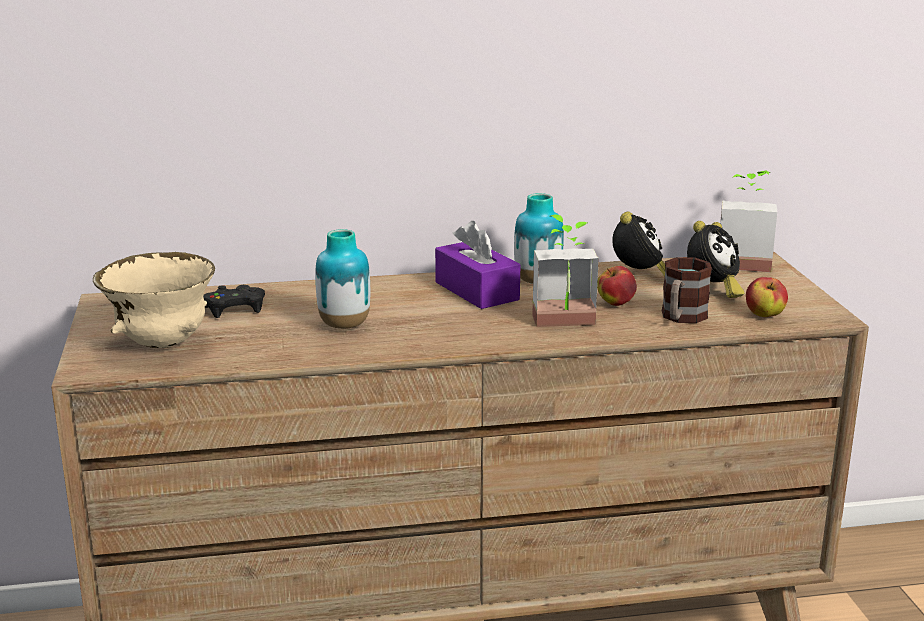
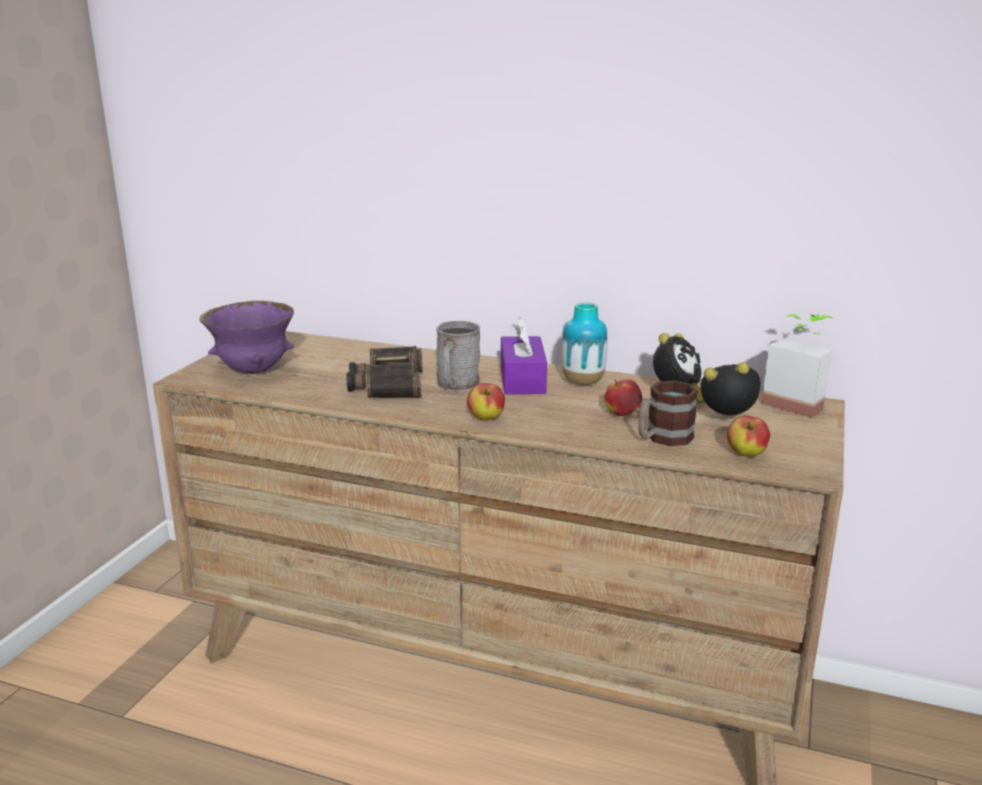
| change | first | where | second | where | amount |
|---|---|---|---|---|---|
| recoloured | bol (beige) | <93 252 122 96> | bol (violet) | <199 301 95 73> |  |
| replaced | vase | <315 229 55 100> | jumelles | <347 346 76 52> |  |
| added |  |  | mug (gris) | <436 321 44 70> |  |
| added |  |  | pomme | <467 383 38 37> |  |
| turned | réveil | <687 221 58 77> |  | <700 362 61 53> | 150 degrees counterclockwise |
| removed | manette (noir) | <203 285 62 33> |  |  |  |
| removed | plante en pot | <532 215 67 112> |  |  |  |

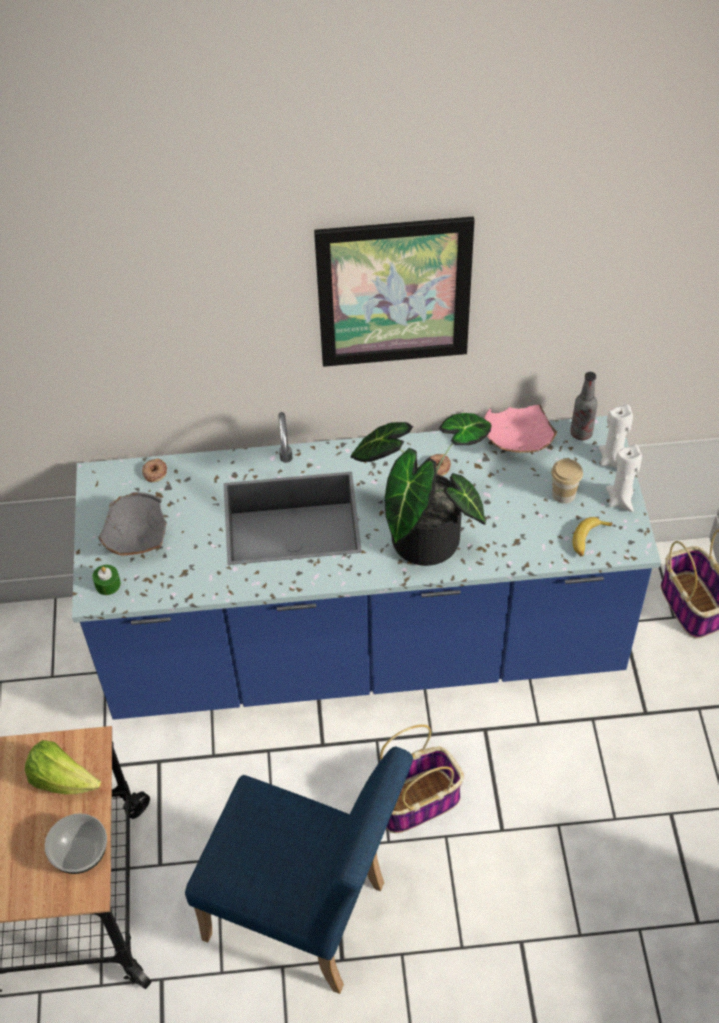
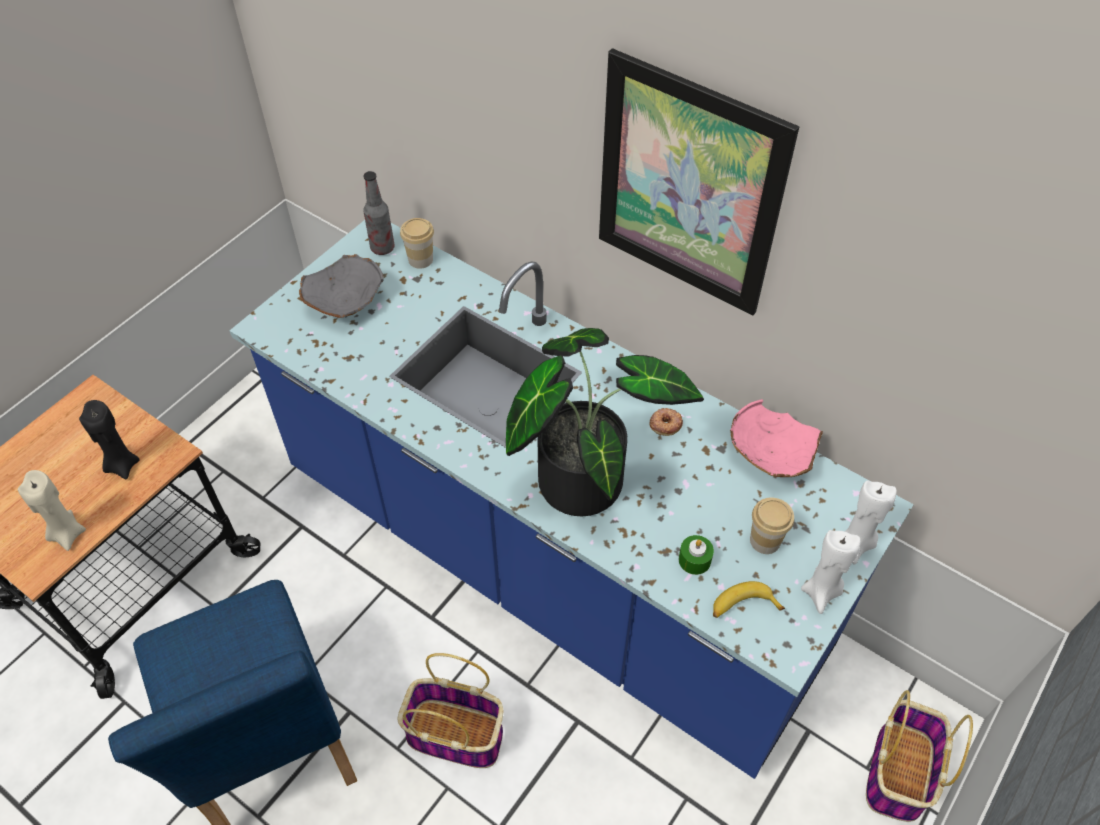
| change | first | where | second | where | amount |
|---|---|---|---|---|---|
| replaced | bol | <45 814 62 60> | bougie (beige) | <18 470 68 81> |  |
| replaced | laitue | <25 740 76 54> | bougie (noir) | <79 400 61 79> |  |
| moved | bouteille | <570 372 28 68> |  | <363 171 32 84> |  |
| replaced | beignet | <142 459 25 23> | tasse | <400 218 34 51> |  |
| moved | bougie (vert) | <92 565 29 30> |  | <679 535 35 40> |  |

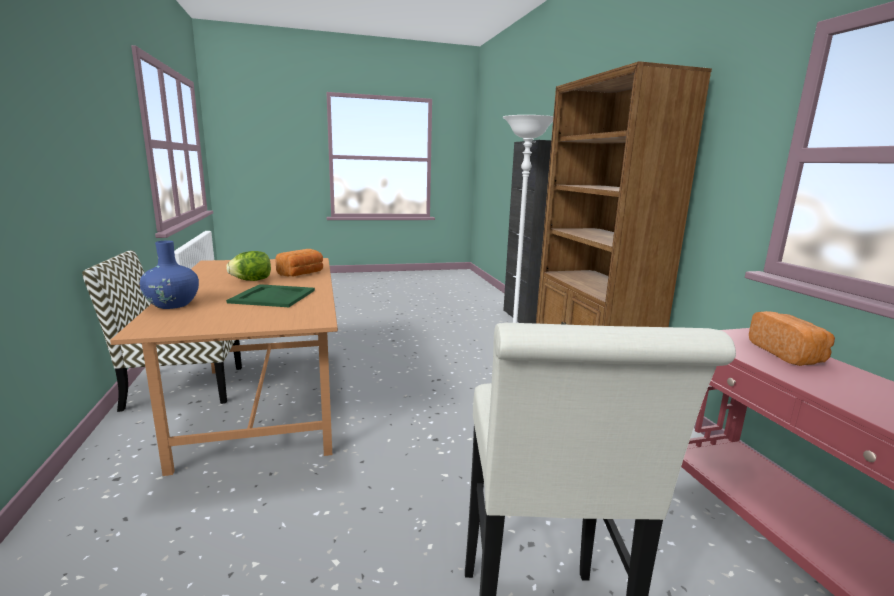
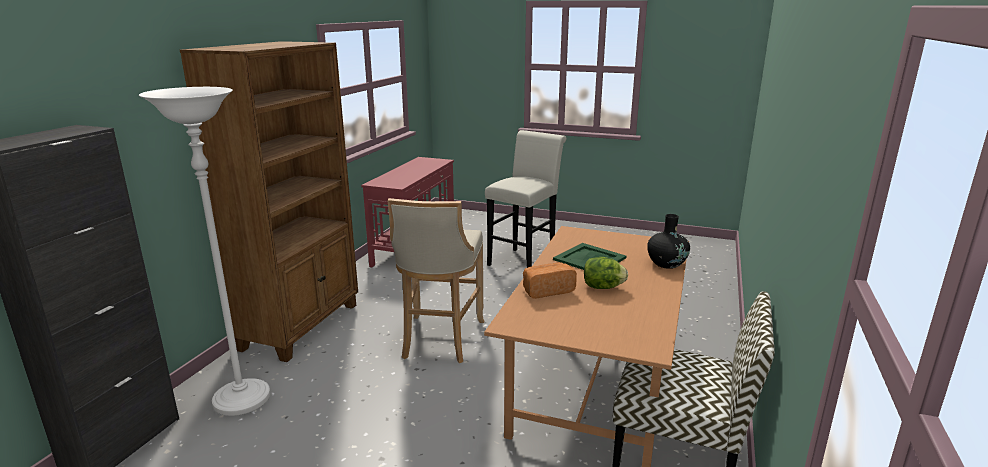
| change | first | where | second | where | amount |
|---|---|---|---|---|---|
| added |  |  | tabouret (beige) | <387 198 97 165> |  |
| recoloured | vase (bleu) | <139 241 60 68> | vase (noir) | <647 214 43 55> |  |
| removed | pain | <749 311 86 55> |  |  |  |

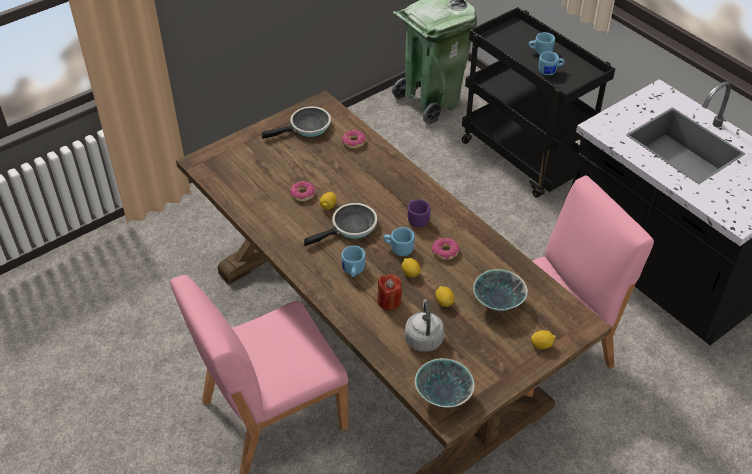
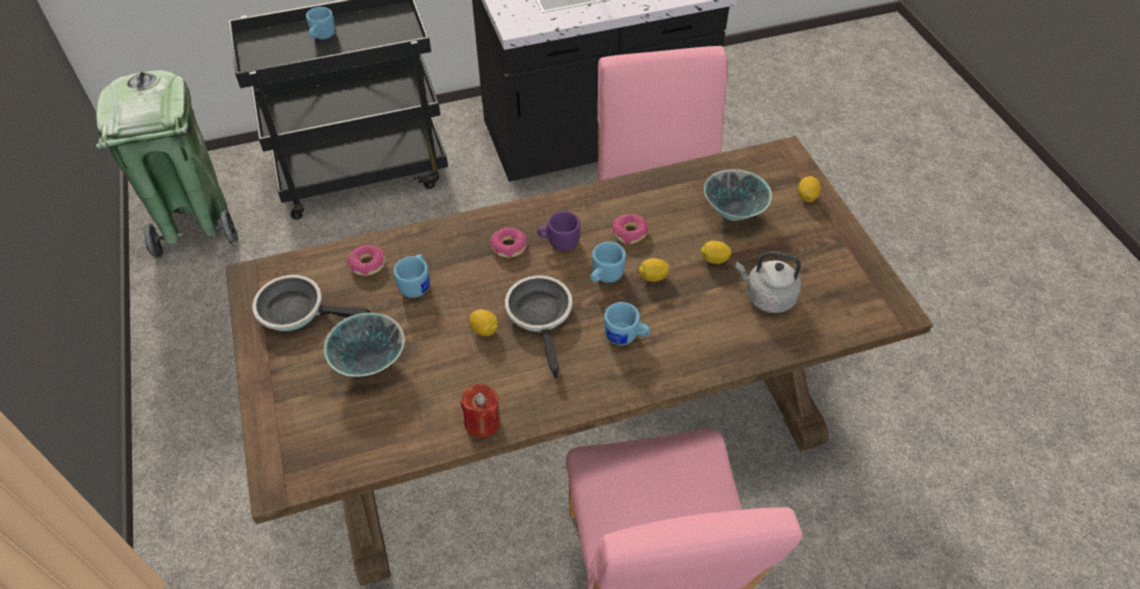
| change | first | where | second | where | amount |
|---|---|---|---|---|---|
| turned | poêle | <262 107 69 32> |  | <252 275 118 56> | 75 degrees counterclockwise |
| moved | bol | <415 358 59 50> |  | <324 313 81 64> |  |
| moved | mug (bleu) | <538 51 27 24> |  | <394 255 36 43> |  |
| moved | bougie (rouge) | <377 274 25 36> |  | <460 383 40 55> |  |
| moved | beignet | <291 181 24 20> |  | <490 227 36 31> |  |

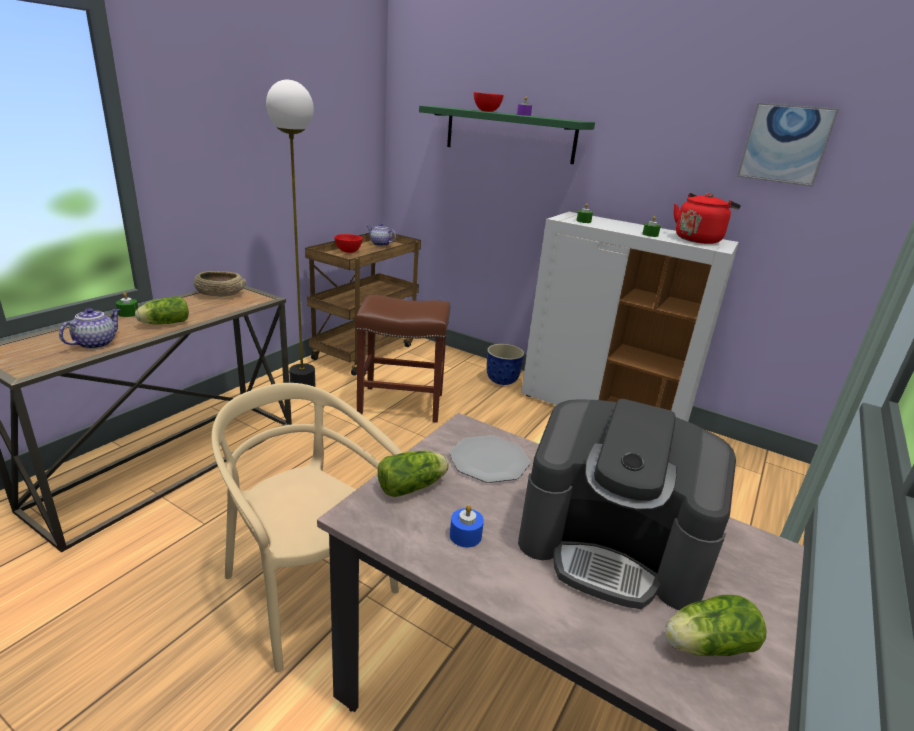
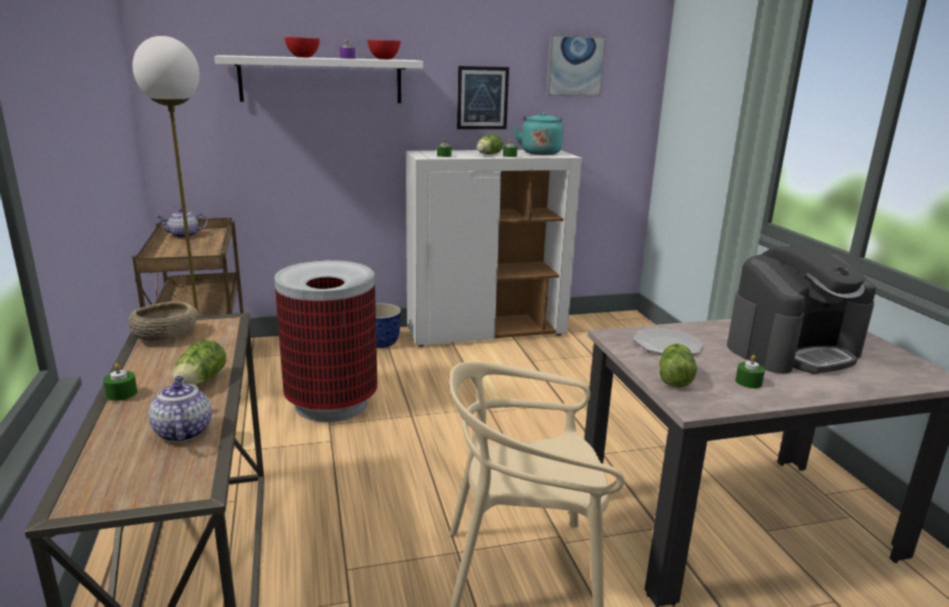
| change | first | where | second | where | amount |
|---|---|---|---|---|---|
| recoloured | étagère (vert) | <419 106 176 58> | étagère (blanc) | <214 55 209 48> |  |
| replaced | tabouret (marron) | <355 295 95 128> | poubelle | <274 260 103 162> |  |
| moved | bol (rouge) | <334 234 29 19> |  | <367 40 34 19> |  |
| added |  |  | tableau | <457 66 52 63> |  |
| moved | laitue | <665 595 102 61> |  | <477 134 26 20> |  |
| recoloured | bouilloire (rouge) | <674 193 67 51> | bouilloire (turquoise) | <513 112 50 43> |  |
| recoloured | bougie (bleu) | <450 505 34 43> | bougie (vert) | <735 355 30 33> |  |

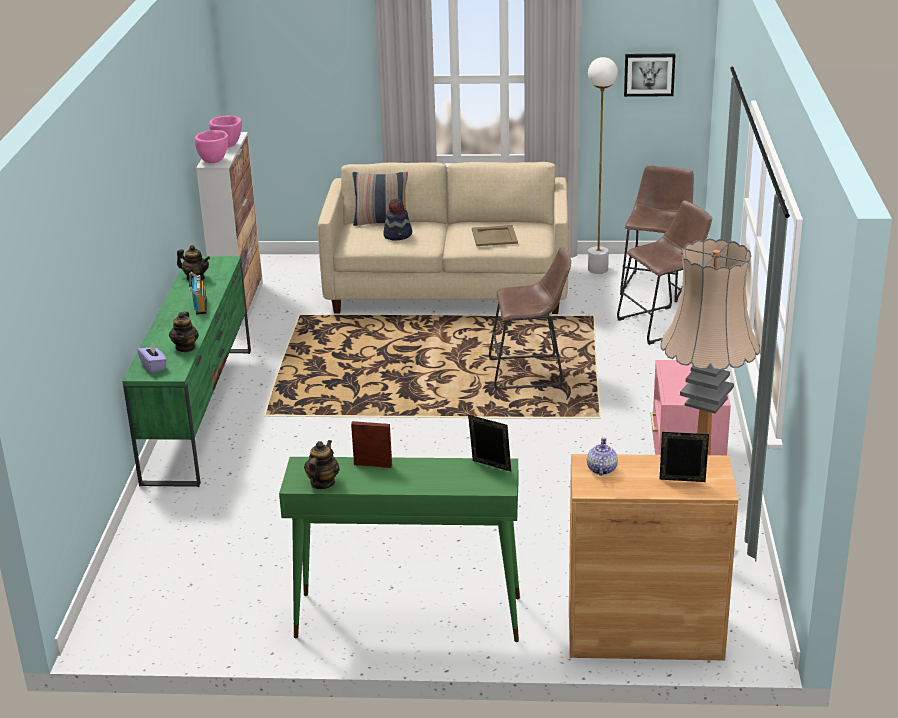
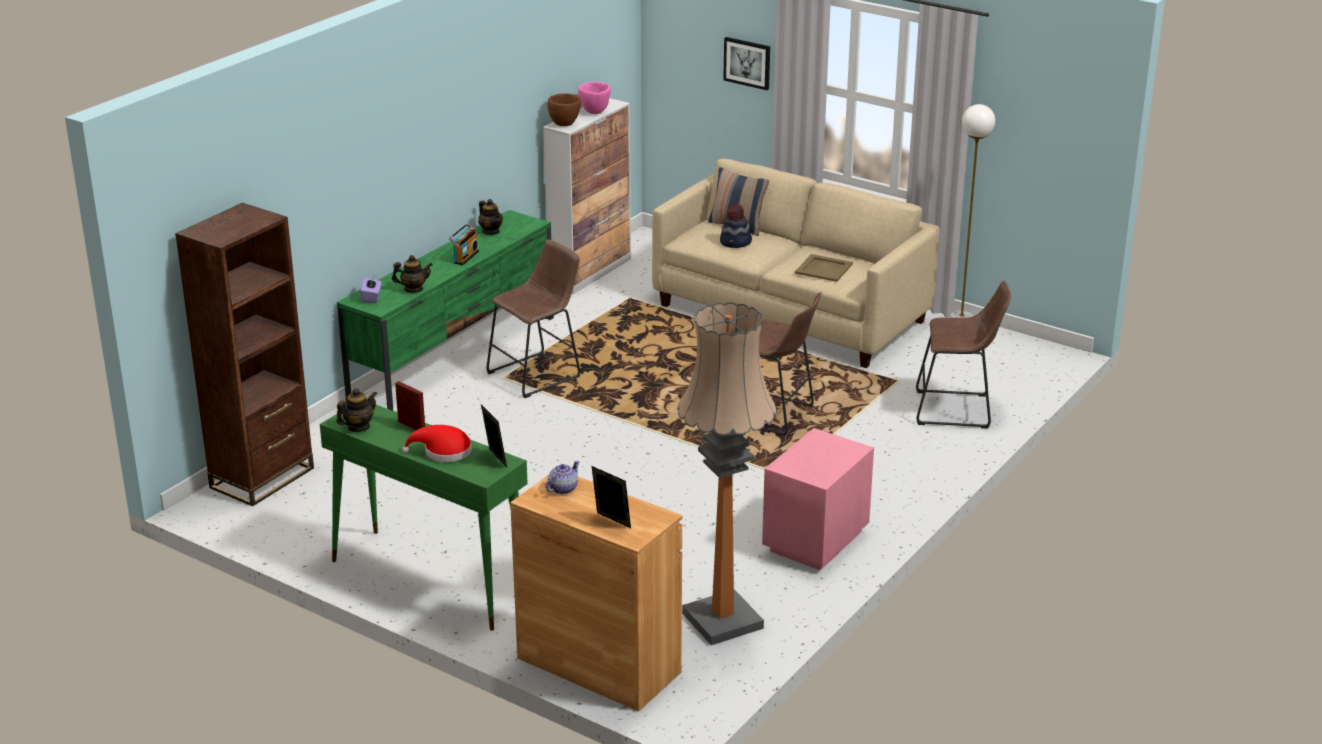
| change | first | where | second | where | amount |
|---|---|---|---|---|---|
| added |  |  | bibliothèque (marron) | <175 203 139 303> |  |
| turned | théière | <169 311 30 41> |  | <392 255 41 38> | 135 degrees counterclockwise |
| added |  |  | chapeau (rouge) | <402 425 70 37> |  |
| moved | tabouret (marron) | <620 166 74 136> |  | <487 240 93 158> |  |
| recoloured | bol (rose) | <195 130 34 33> | bol (marron) | <548 93 33 33> |  |
| moved | tableau | <624 53 51 44> |  | <723 37 47 53> |  |

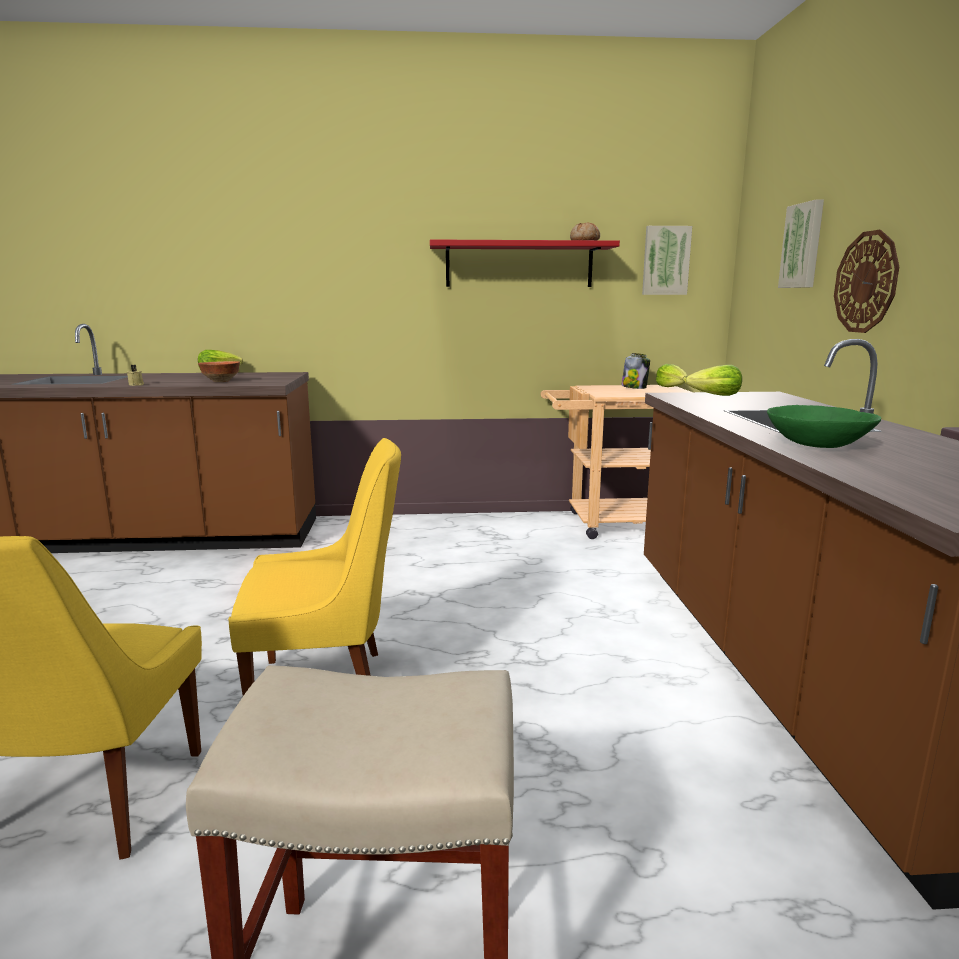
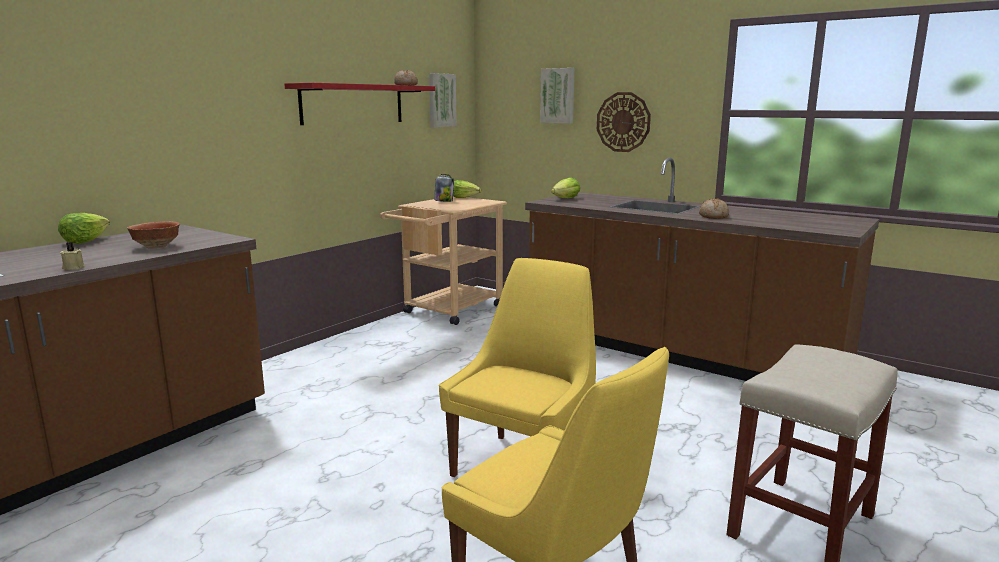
| change | first | where | second | where | amount |
|---|---|---|---|---|---|
| replaced | bol (vert) | <767 405 114 43> | pain | <699 198 30 21> |  |

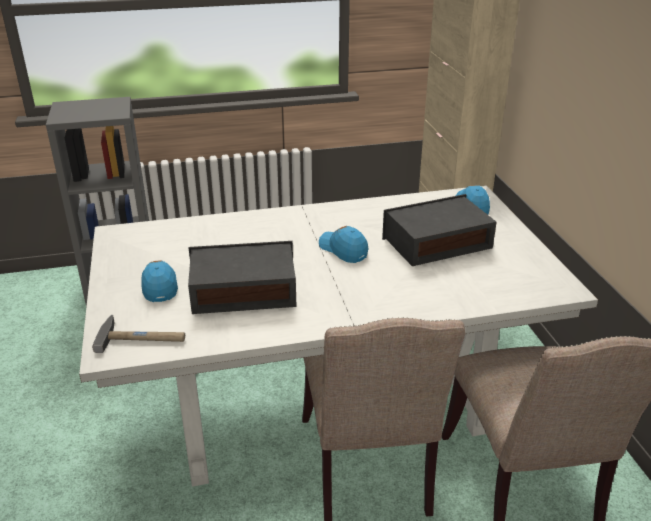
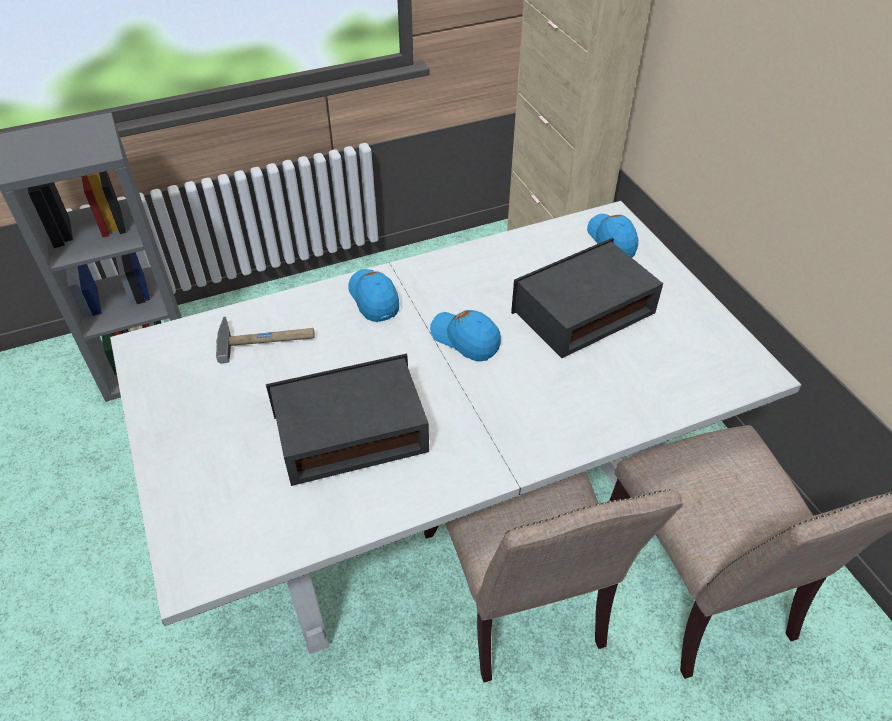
| change | first | where | second | where | amount |
|---|---|---|---|---|---|
| moved | marteau | <92 315 93 38> |  | <216 316 99 47> |  |
| moved | casquette (bleu) | <141 261 37 41> |  | <348 269 51 53> |  |

